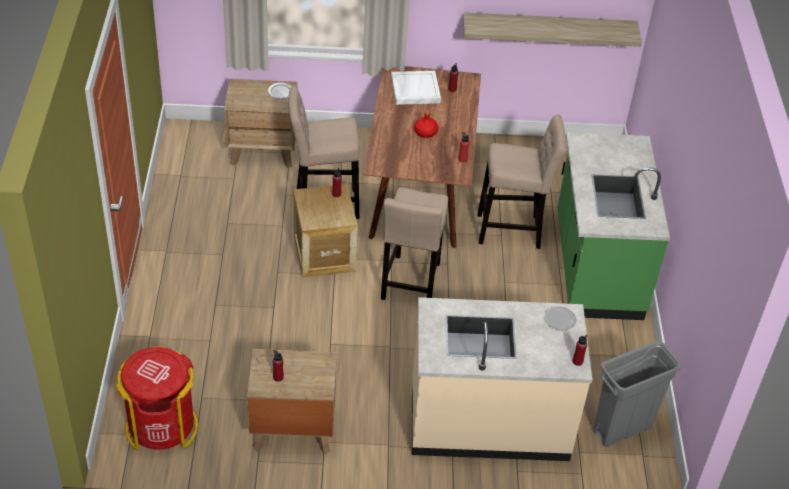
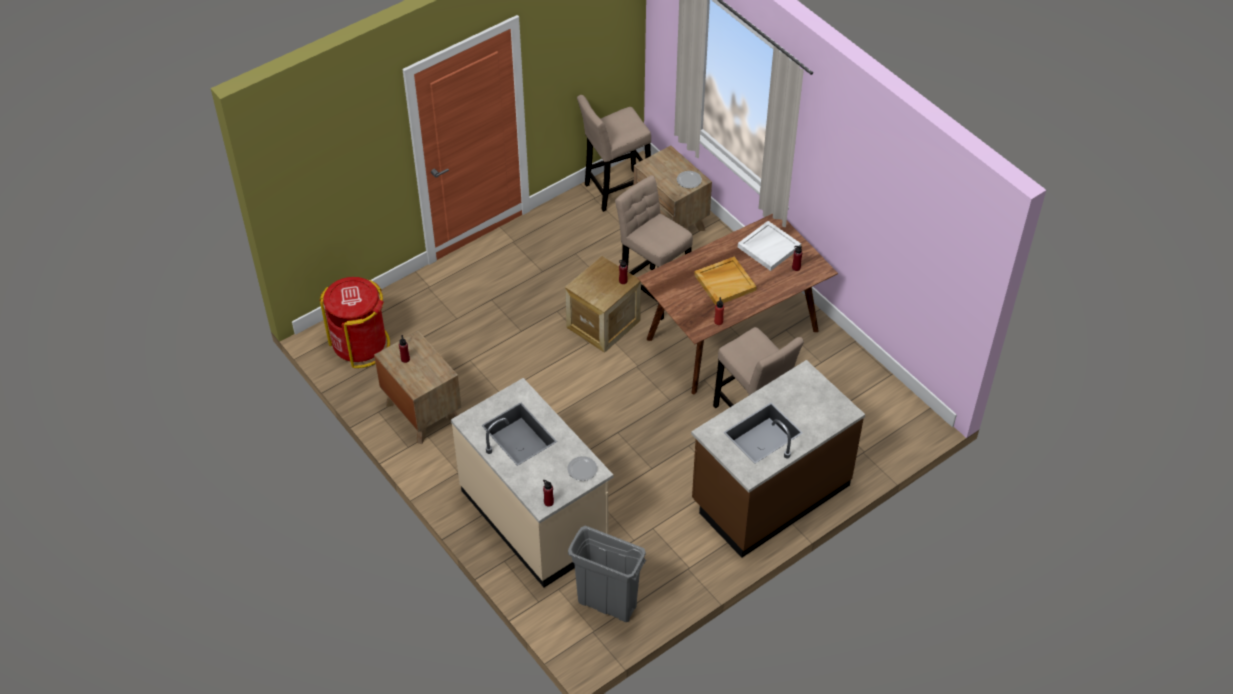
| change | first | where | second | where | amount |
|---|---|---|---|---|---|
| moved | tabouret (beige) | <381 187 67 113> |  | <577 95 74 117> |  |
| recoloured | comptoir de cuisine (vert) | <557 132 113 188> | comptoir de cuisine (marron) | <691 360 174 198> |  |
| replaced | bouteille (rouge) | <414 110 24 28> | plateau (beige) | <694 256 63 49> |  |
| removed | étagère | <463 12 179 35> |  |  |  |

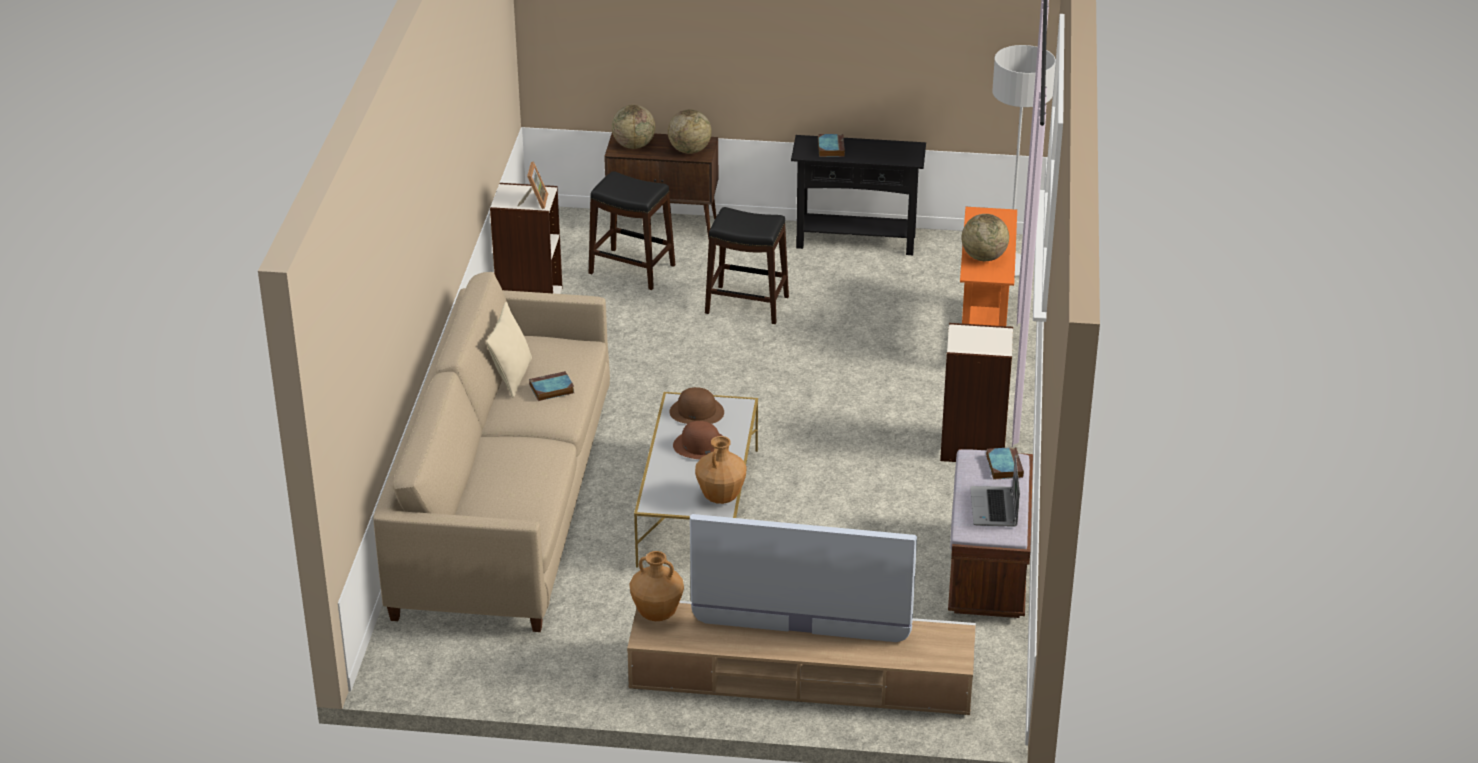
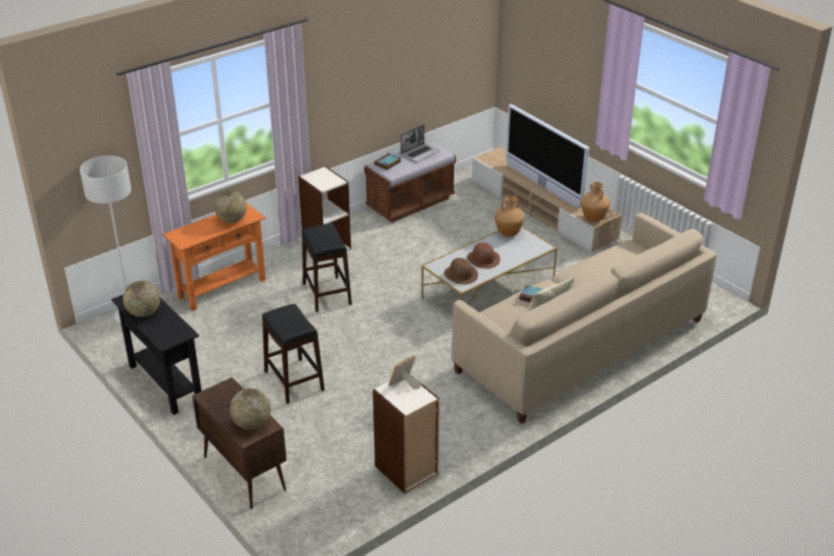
| change | first | where | second | where | amount |
|---|---|---|---|---|---|
| moved | globe | <668 109 44 45> |  | <123 280 37 37> |  |
| moved | tabouret (noir) | <589 171 86 119> |  | <302 224 50 88> |  |
| removed | livre | <818 134 27 23> |  |  |  |

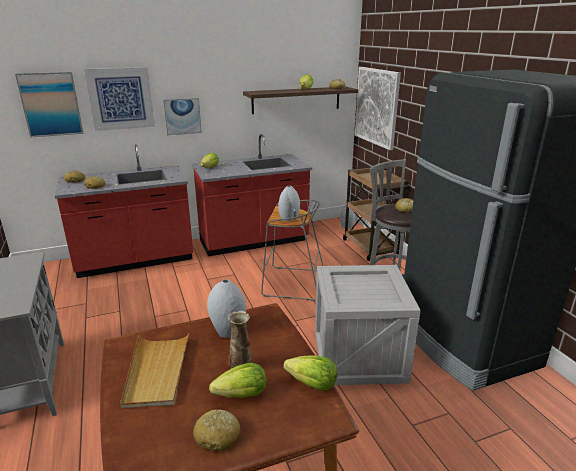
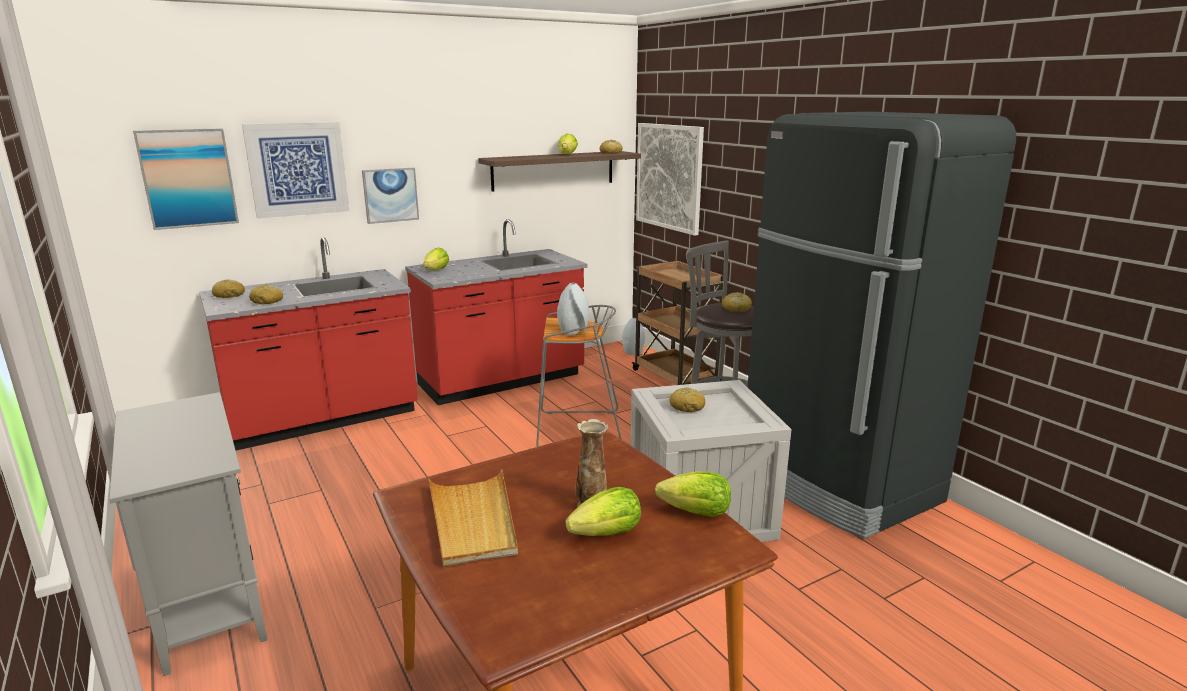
| change | first | where | second | where | amount |
|---|---|---|---|---|---|
| moved | pain | <193 409 47 43> |  | <670 387 35 25> |  |
| removed | vase (gris) | <207 279 39 59> |  |  |  |

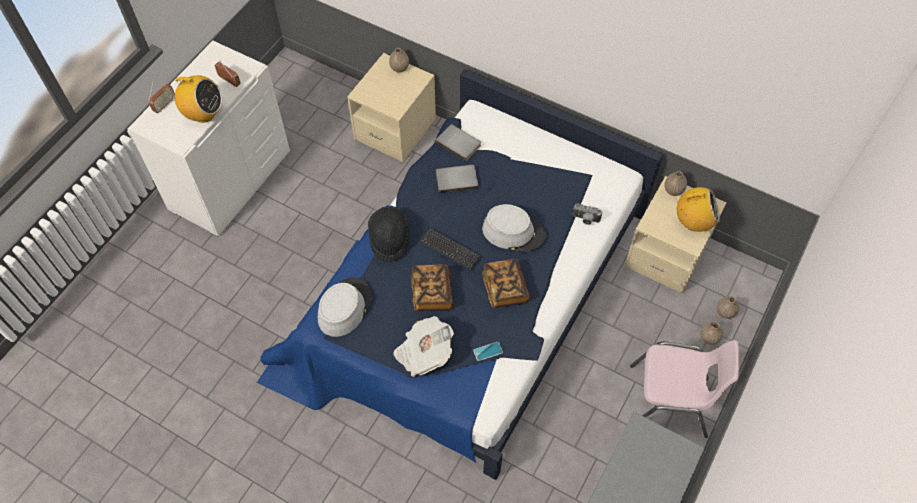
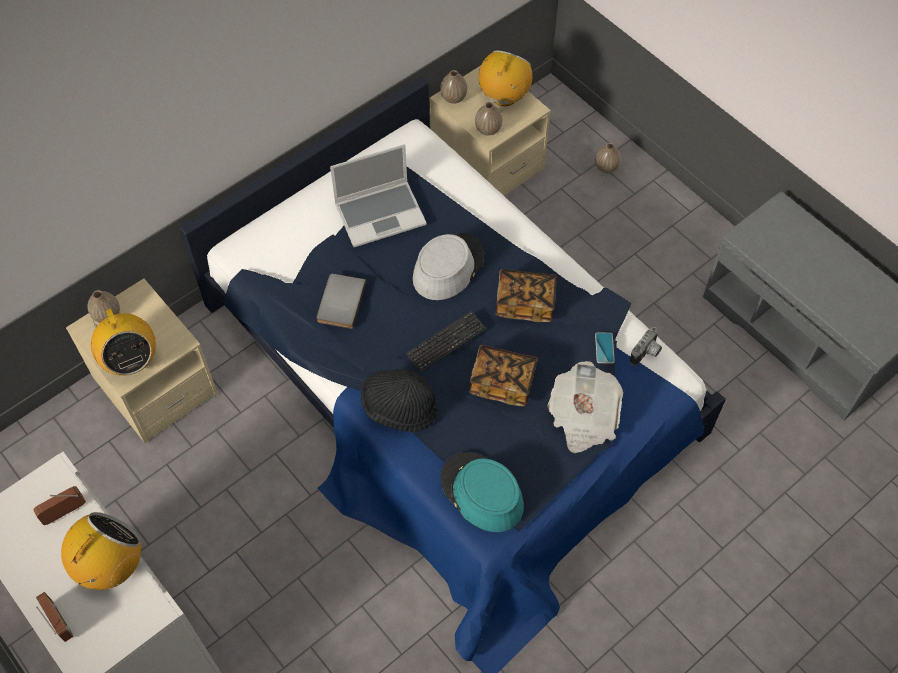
| change | first | where | second | where | amount |
|---|---|---|---|---|---|
| added |  |  | radio | <89 308 67 68> |  |
| added |  |  | ordinateur portable | <330 144 97 103> |  |
| recoloured | chapeau (gris) | <318 277 54 60> | chapeau (turquoise) | <441 452 83 80> |  |
| moved | vase | <717 296 22 23> |  | <475 102 27 34> |  |
| moved | appareil photo | <573 203 29 22> |  | <630 327 32 38> |  |
| removed | livre (gris) | <435 124 46 37> |  |  |  |
| removed | chaise (rose) | <630 340 109 98> |  |  |  |

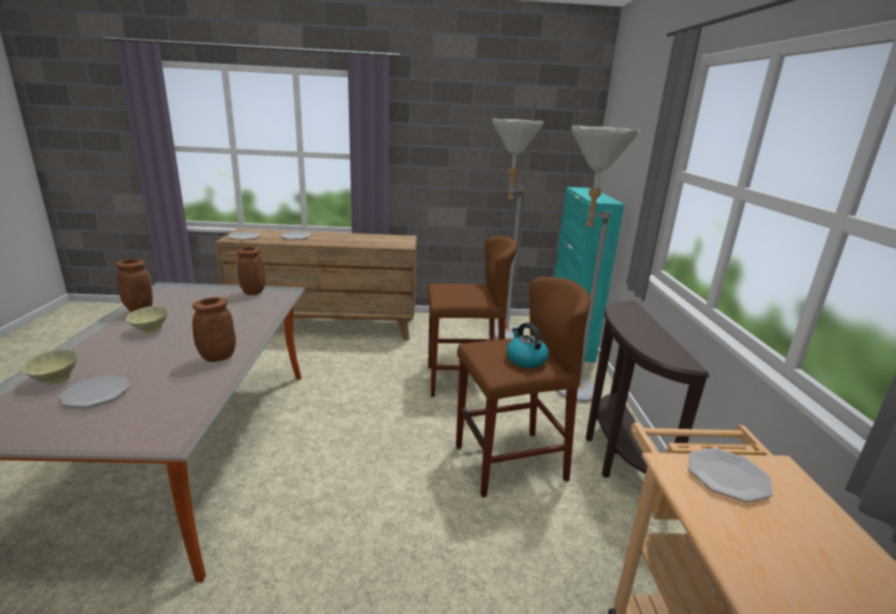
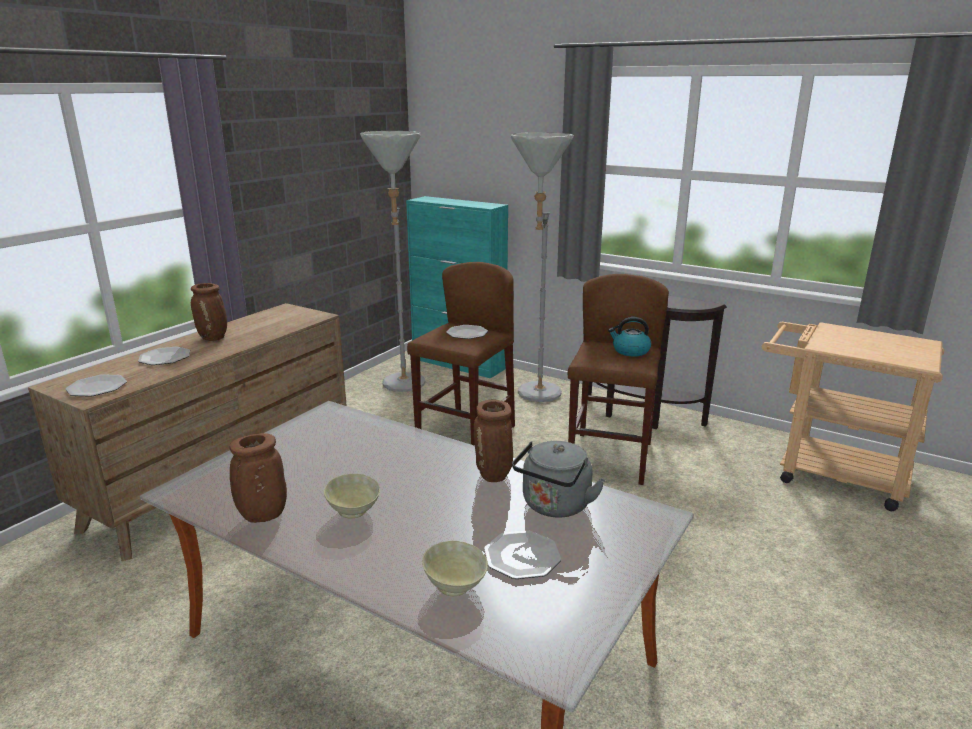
| change | first | where | second | where | amount |
|---|---|---|---|---|---|
| moved | vase (marron) | <237 246 29 49> |  | <191 283 36 58> |  |
| moved | assiette | <688 448 85 54> |  | <446 325 42 14> |  |
| added |  |  | bouilloire (gris) | <512 441 93 76> |  |

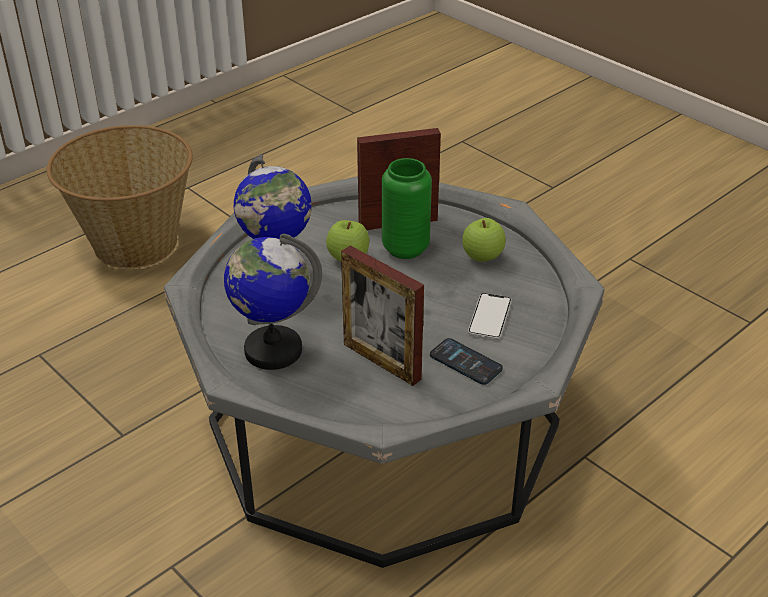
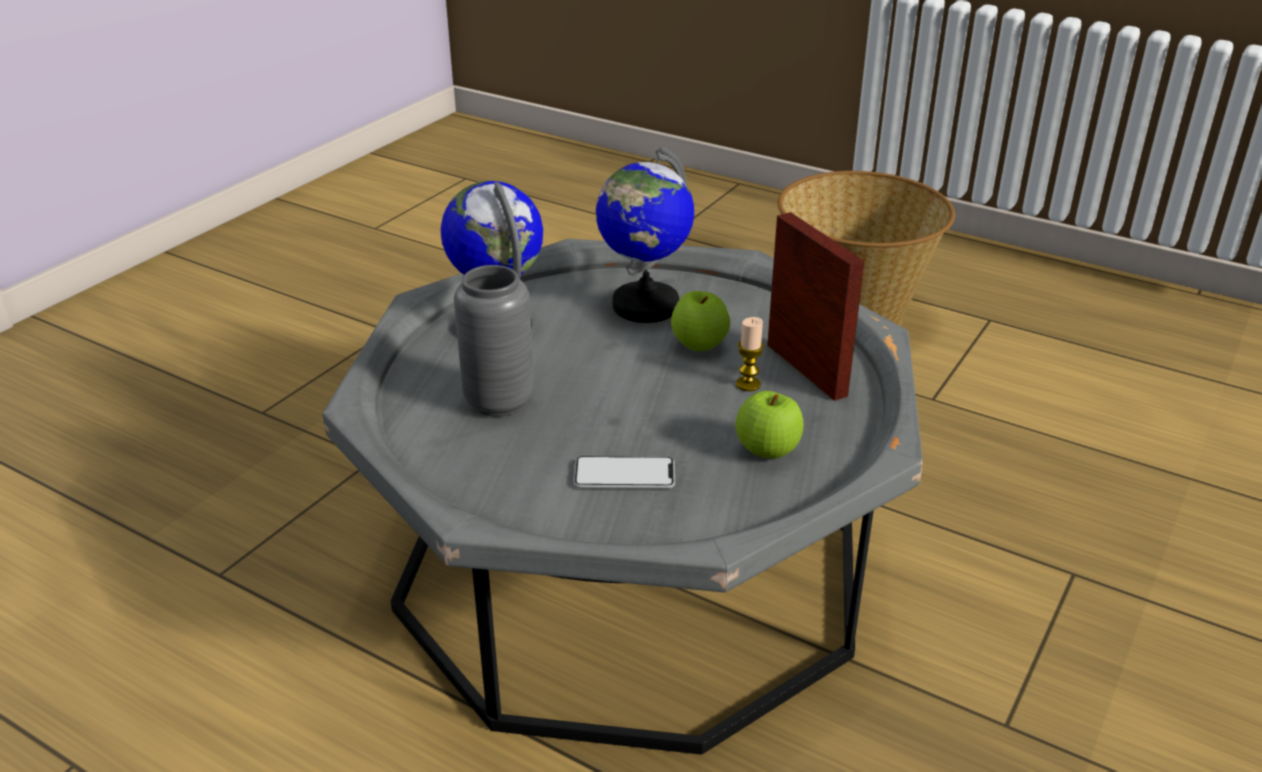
| change | first | where | second | where | amount |
|---|---|---|---|---|---|
| replaced | cadre photo | <341 245 83 141> | vase (gris) | <454 265 80 152> |  |
| replaced | vase (vert) | <382 158 50 101> | bougie | <736 317 28 74> |  |
| removed | téléphone | <430 338 73 47> |  |  |  |

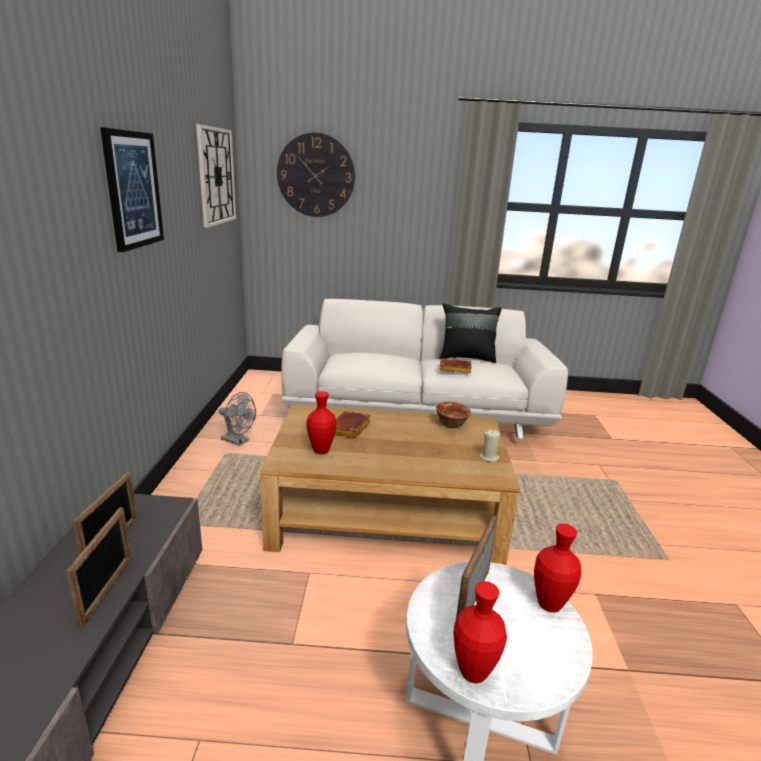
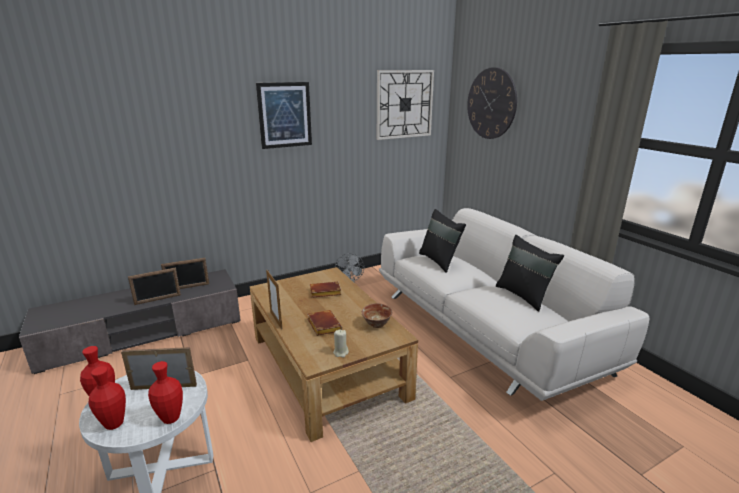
| change | first | where | second | where | amount |
|---|---|---|---|---|---|
| moved | vase (rouge) | <307 391 30 63> |  | <88 366 38 64> |  |
| added |  |  | cadre photo | <266 270 16 60> |  |
| moved | livre (marron) | <439 358 33 15> |  | <307 310 35 26> |  |
| added |  |  | coussin (noir) | <419 209 47 64> |  |

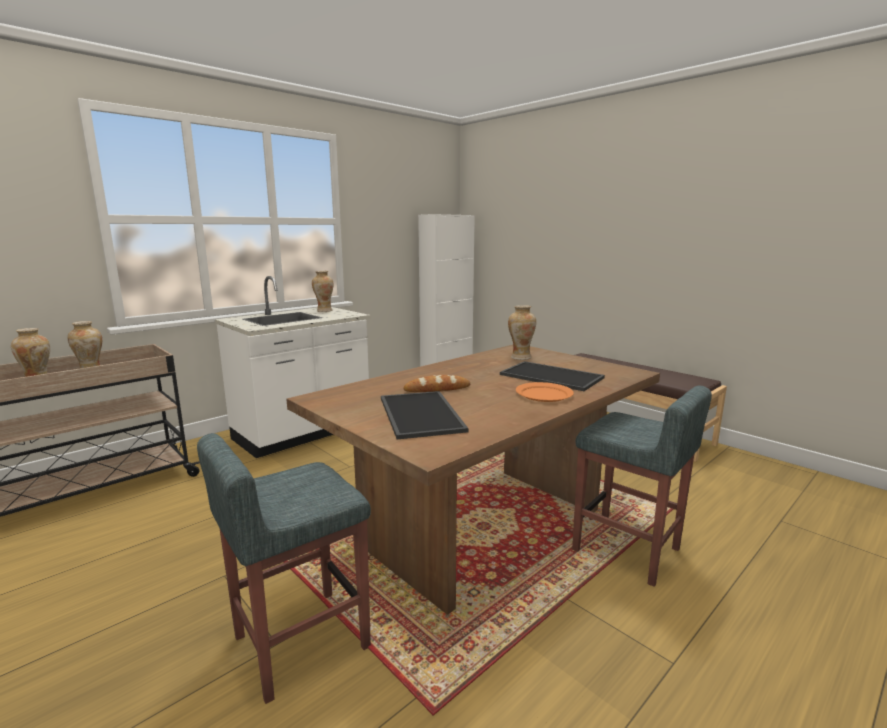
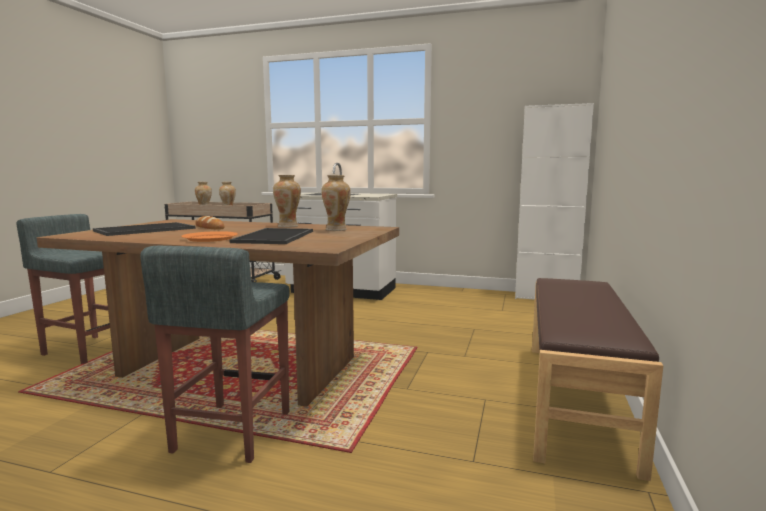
| change | first | where | second | where | amount |
|---|---|---|---|---|---|
| moved | vase | <312 271 22 41> |  | <273 175 28 53> |  |

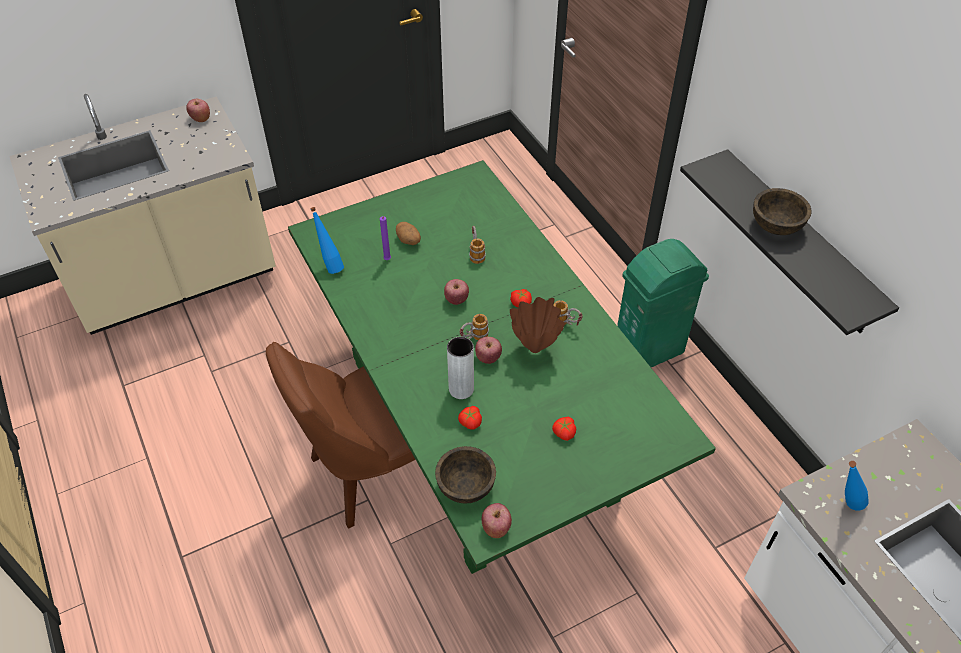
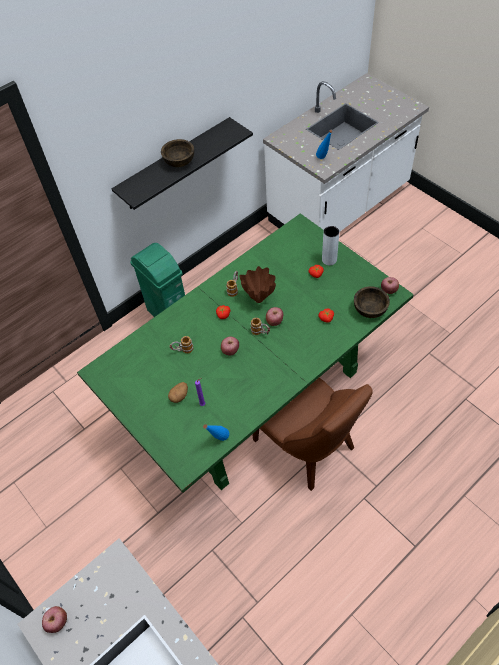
| change | first | where | second | where | amount |
|---|---|---|---|---|---|
| moved | vase (gris) | <447 337 27 62> |  | <322 226 17 39> |  |

